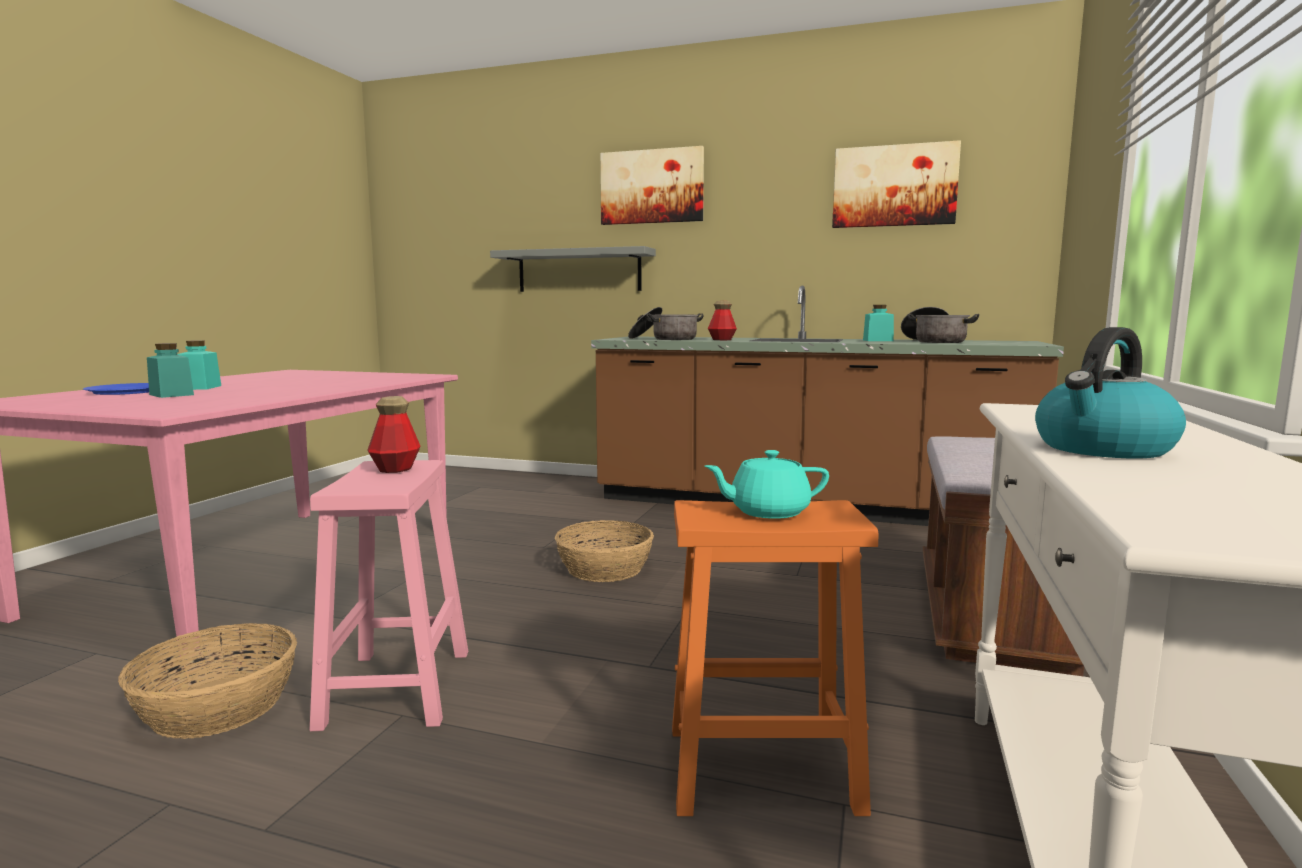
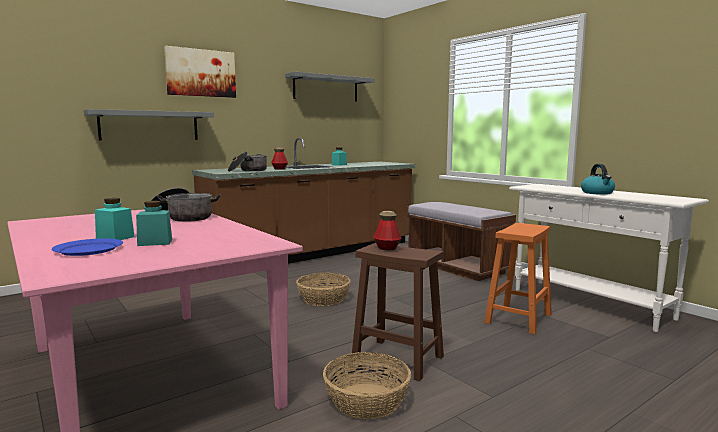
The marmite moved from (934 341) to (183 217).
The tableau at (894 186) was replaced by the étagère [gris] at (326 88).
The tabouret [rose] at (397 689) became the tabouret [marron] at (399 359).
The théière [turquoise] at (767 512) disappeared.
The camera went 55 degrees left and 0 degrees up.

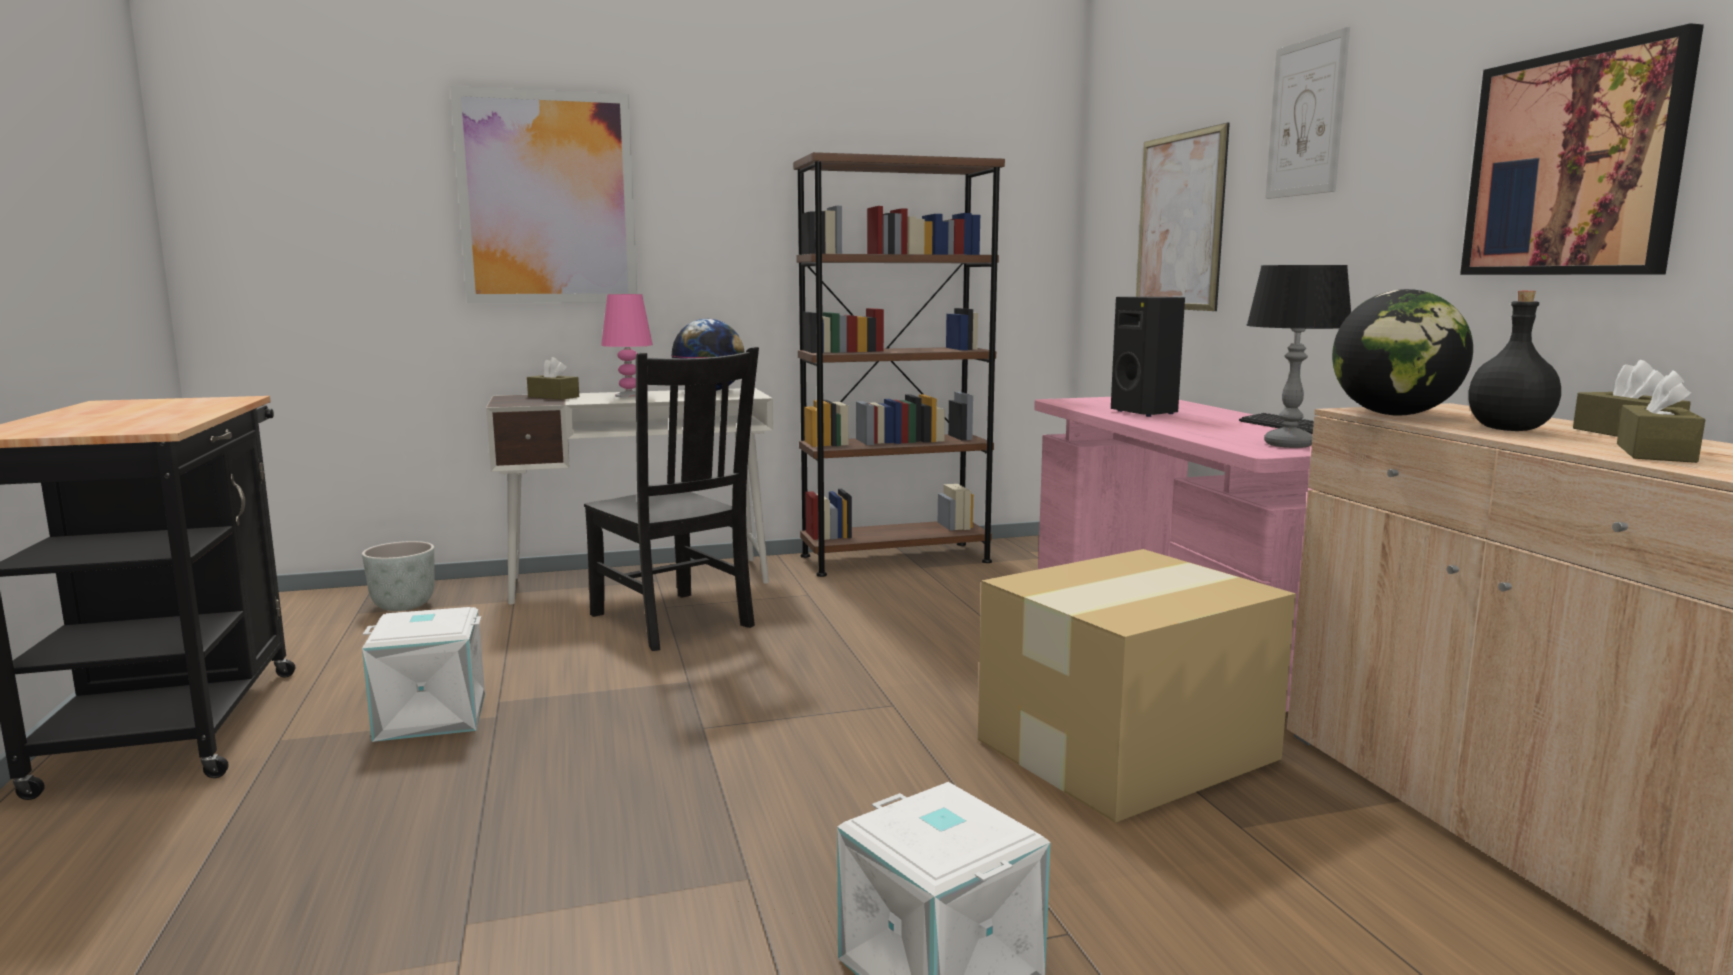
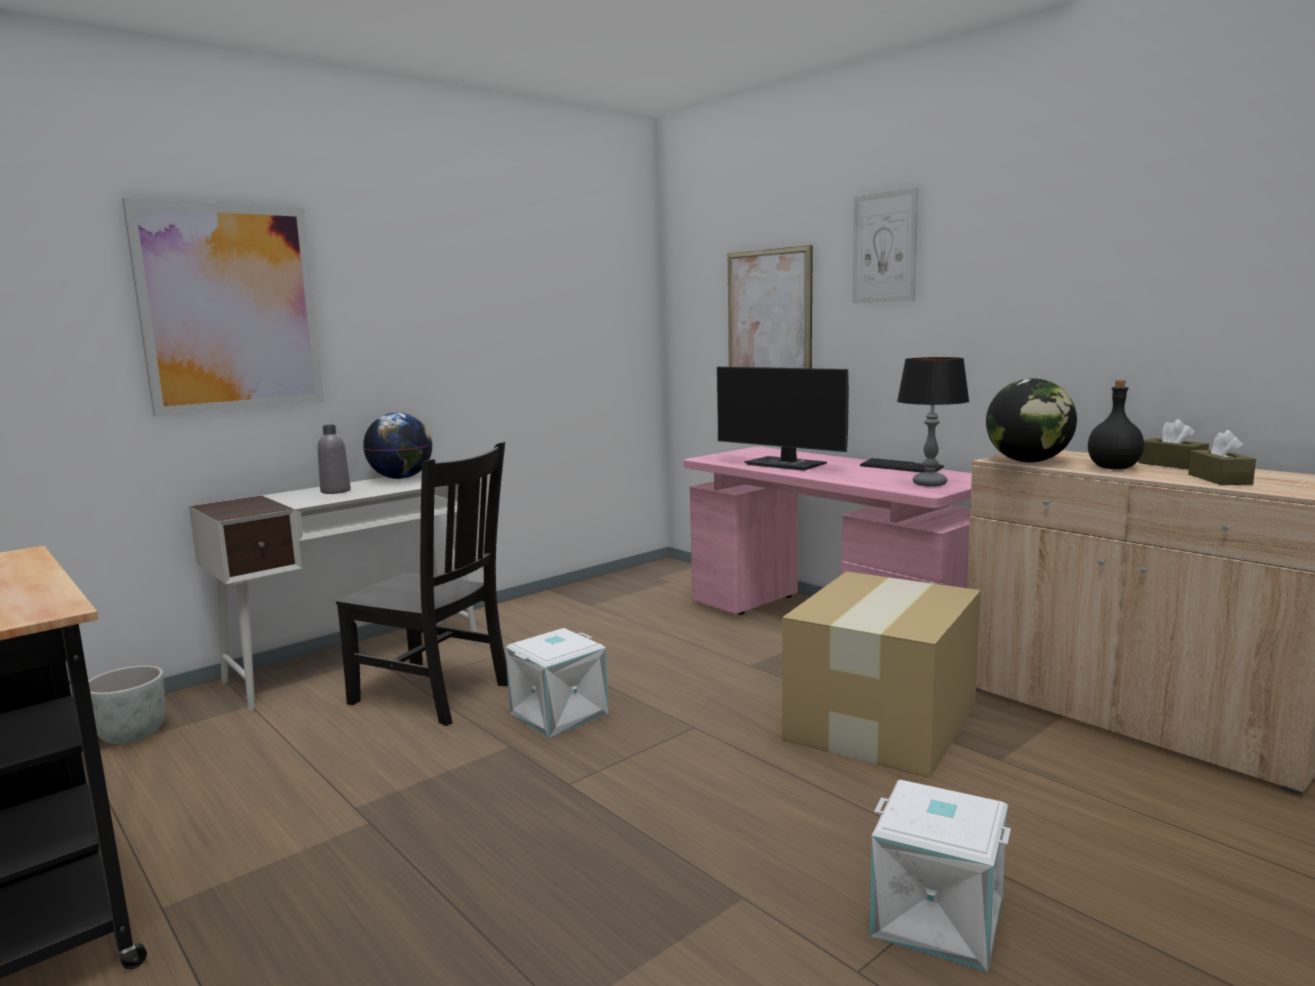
The lampe de table [rose] at (629 395) was replaced by the bouteille [gris] at (335 491).
The boîte de rangement [blanc] moved from (430 717) to (559 715).
The enceinte [noir] at (1146 413) was replaced by the écran d'ordinateur at (787 464).
The boîte à mouchoirs [marron] at (553 397) disappeared.
The bibliothèque [marron] at (895 559) disappeared.
The tableau at (1573 164) disappeared.
The camera went 25 degrees left and 0 degrees up.

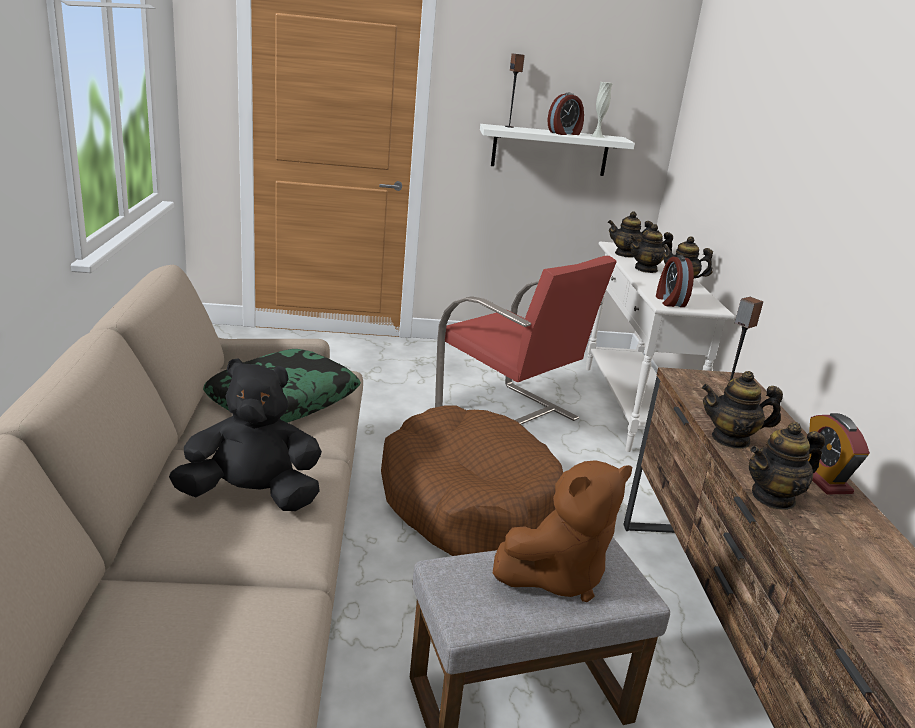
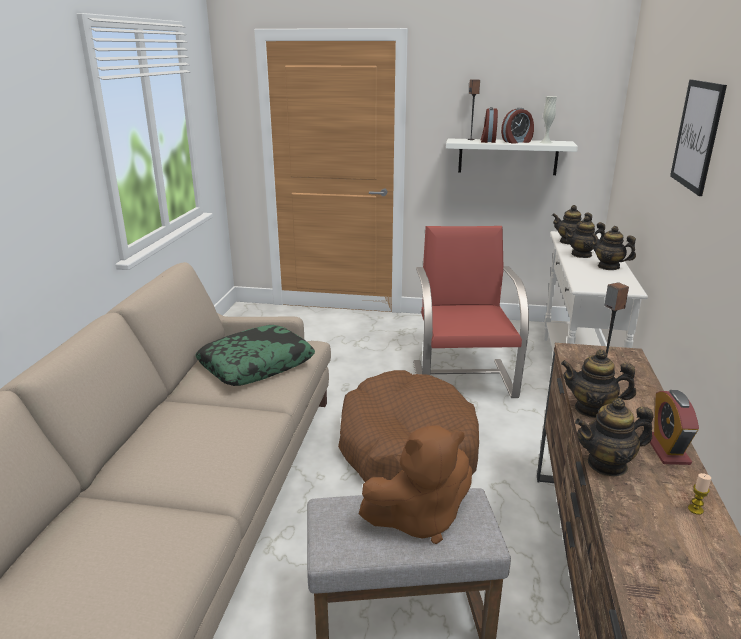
The fauteuil [rouge] at (508 416) turned 150 degrees counterclockwise.
The réveil moved from (669 301) to (487 141).
The tableau at (697 135) appeared.
The bougie at (695 509) appeared.
The peluche [noir] at (252 496) disappeared.
The camera went 15 degrees right and 0 degrees up.

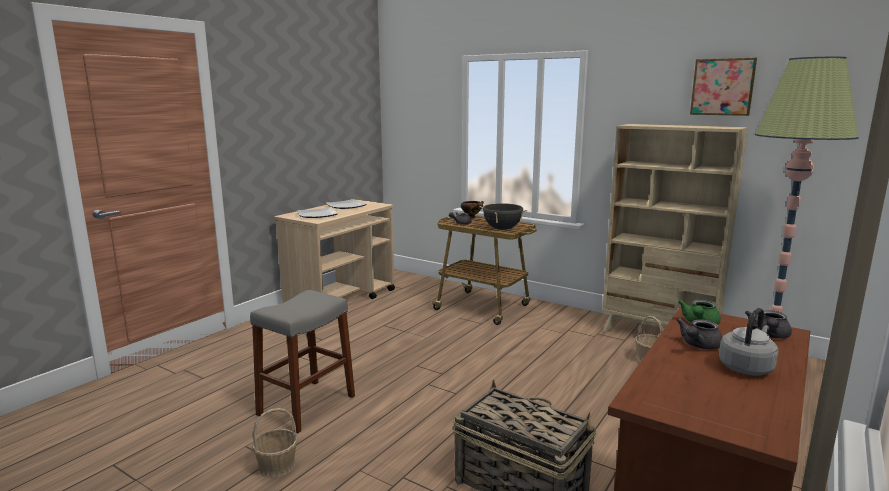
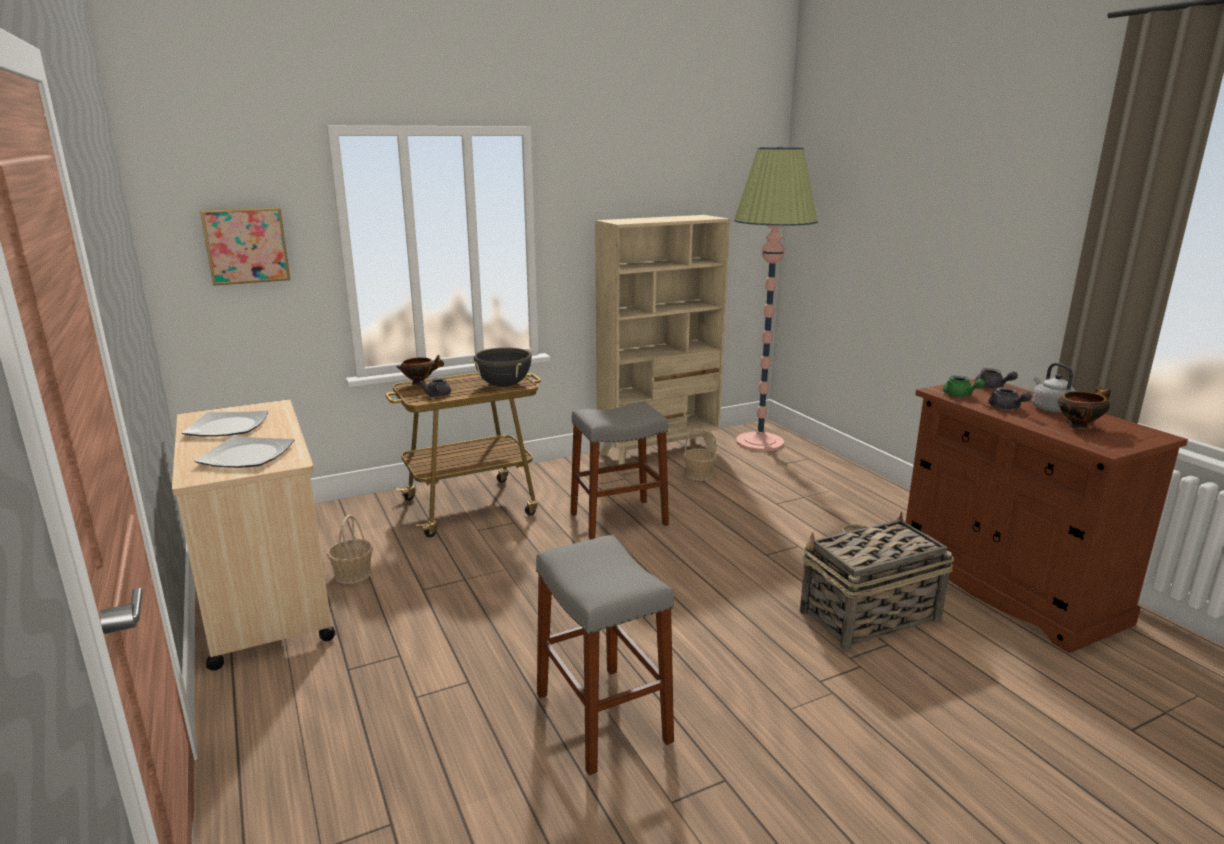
The tableau moved from (722 87) to (246 245).
The panier moved from (276 466) to (353 574).
The tabouret [gris] at (618 519) appeared.
The bol at (1079 426) appeared.
The camera went 60 degrees left and 5 degrees up.

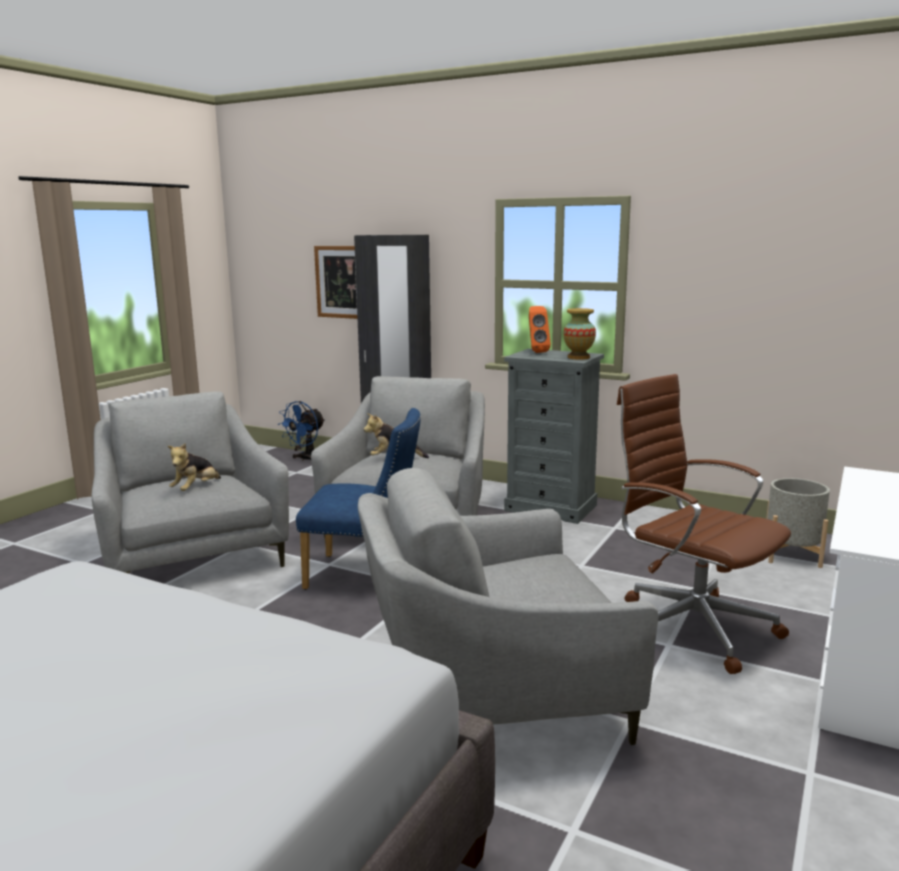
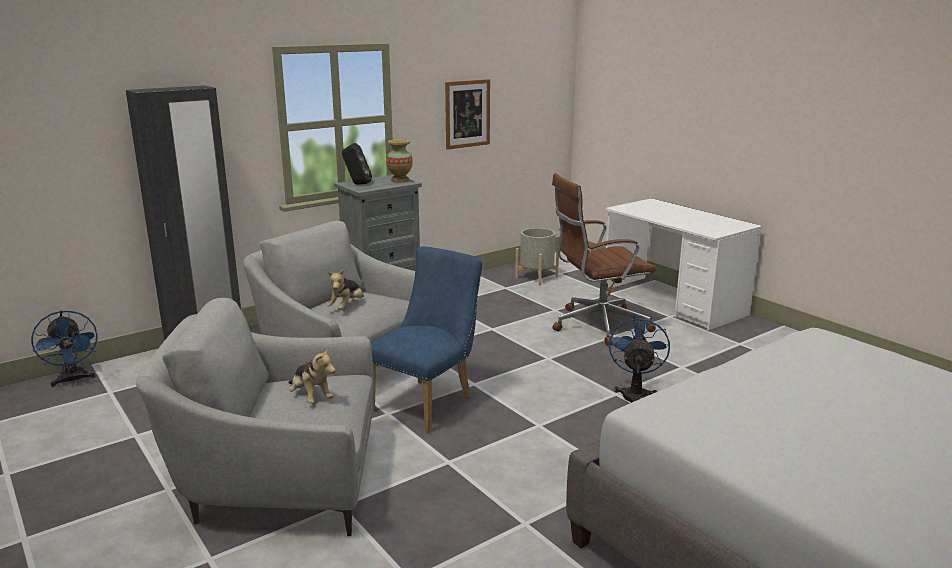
The enceinte [orange] at (536 352) became the enceinte [noir] at (357 184).
The tableau moved from (340 282) to (467 114).
The fauteuil [gris] at (493 693) was replaced by the ventilateur [bleu] at (635 394).
The camera went 65 degrees left and 5 degrees up.

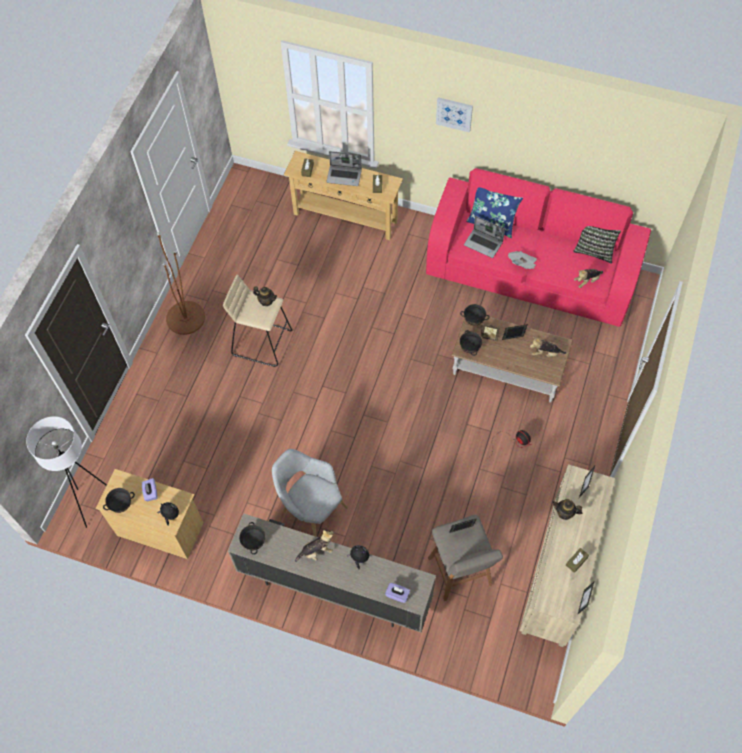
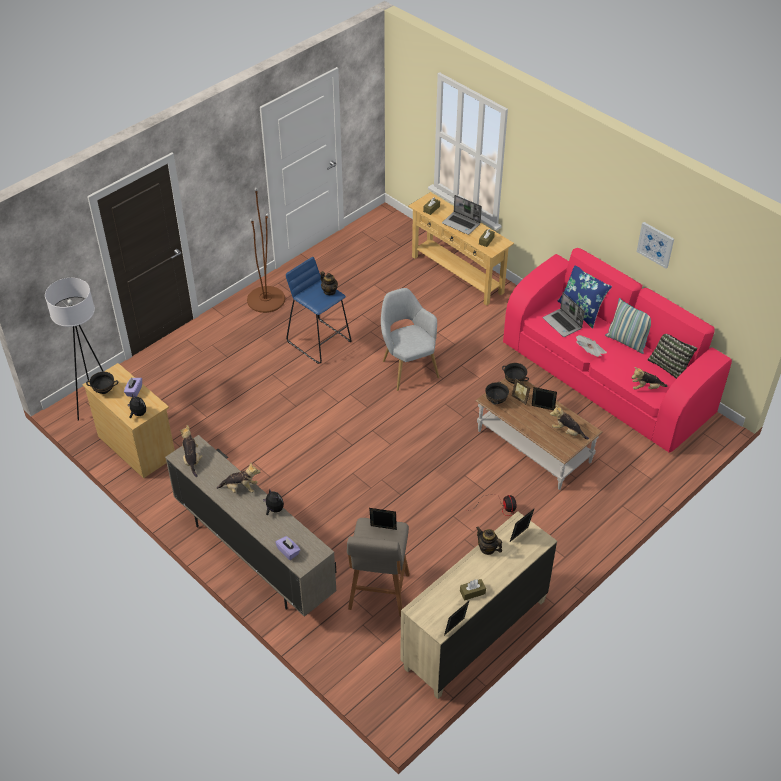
The bol [noir] at (254 542) was replaced by the peluche at (192 459).
The tabouret [beige] at (262 342) became the tabouret [bleu] at (319 341).
The fauteuil [gris] moved from (311 509) to (407 367).
The coussin at (626 342) appeared.
The tableau moved from (454 114) to (655 244).
The camera went 25 degrees right and 15 degrees down.

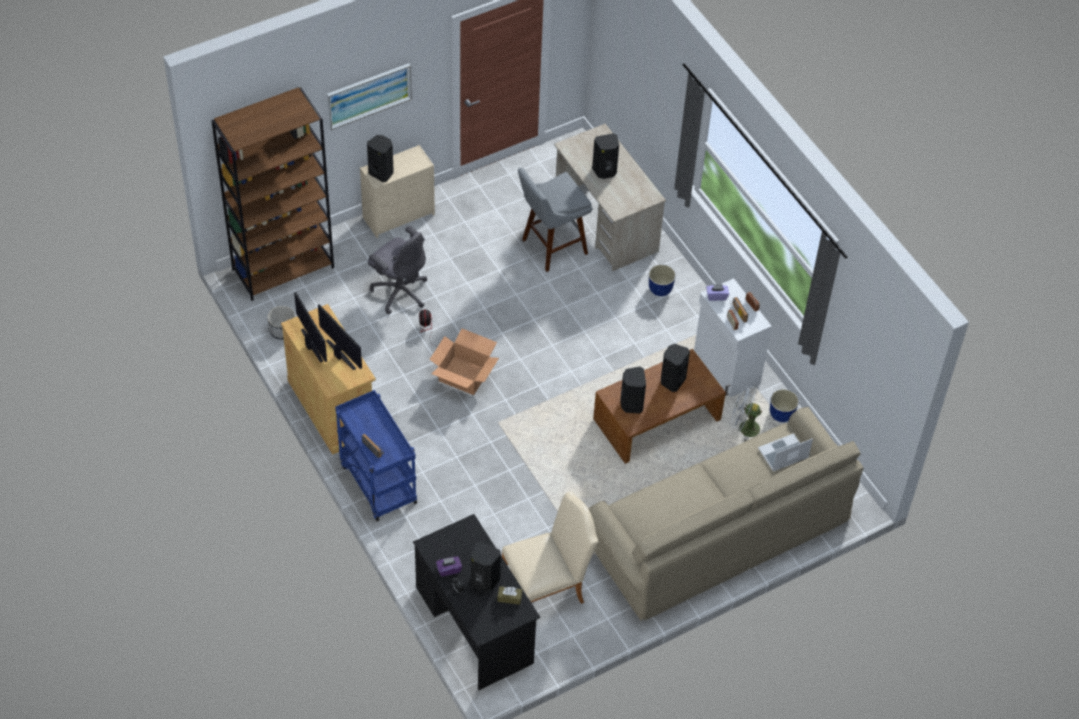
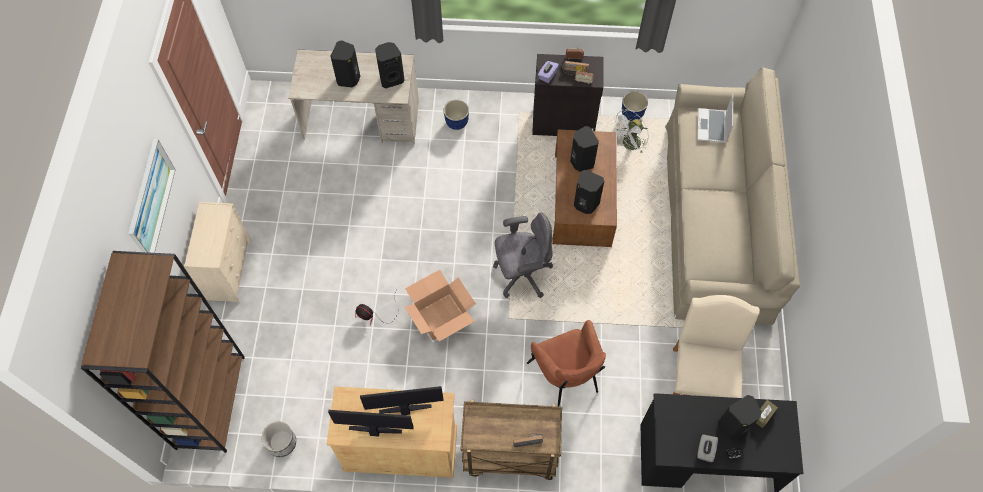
The enceinte [noir] moved from (381 173) to (391 79).
The chariot [bleu] at (377 483) became the chariot [marron] at (509 455).
The chaise de bureau [gris] moved from (399 291) to (522 274).
The fauteuil [marron] at (566 375) appeared.
The meuble de rangement [blanc] at (726 368) became the meuble de rangement [noir] at (564 124).
The boîte à mouchoirs [violet] at (449 569) became the boîte à mouchoirs [gris] at (705 450).
The tabouret [gris] at (551 248) disappeared.
The camera went 55 degrees left and 10 degrees up.

